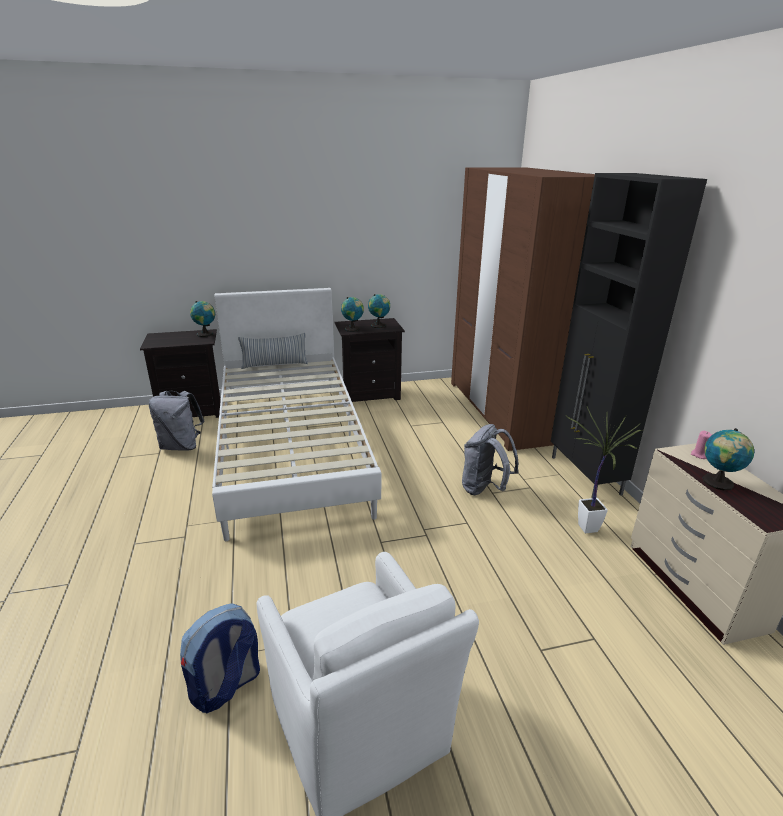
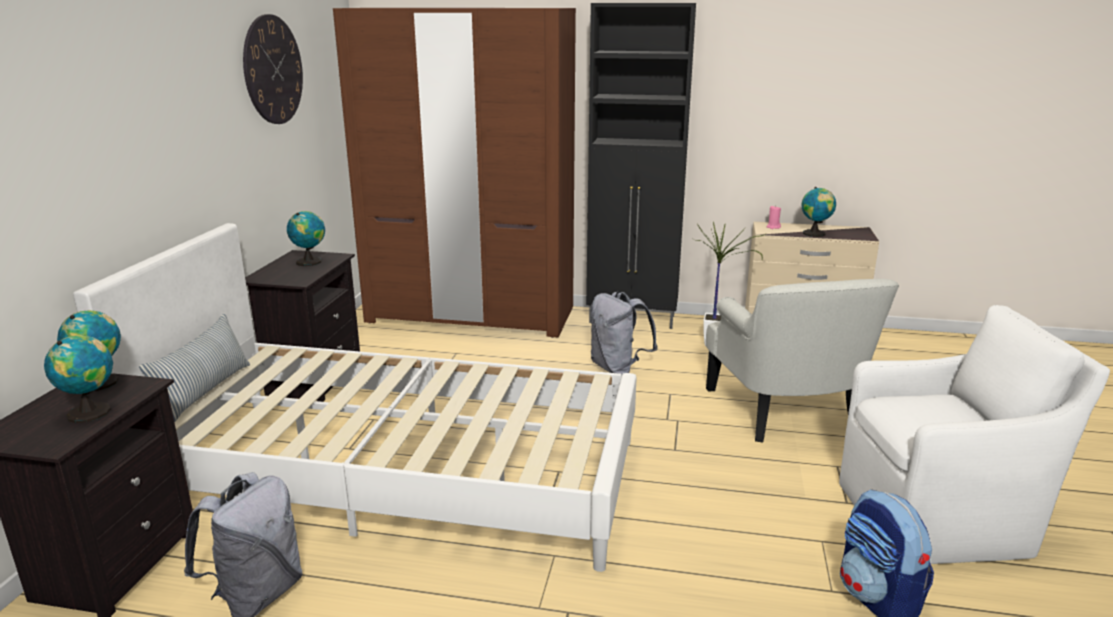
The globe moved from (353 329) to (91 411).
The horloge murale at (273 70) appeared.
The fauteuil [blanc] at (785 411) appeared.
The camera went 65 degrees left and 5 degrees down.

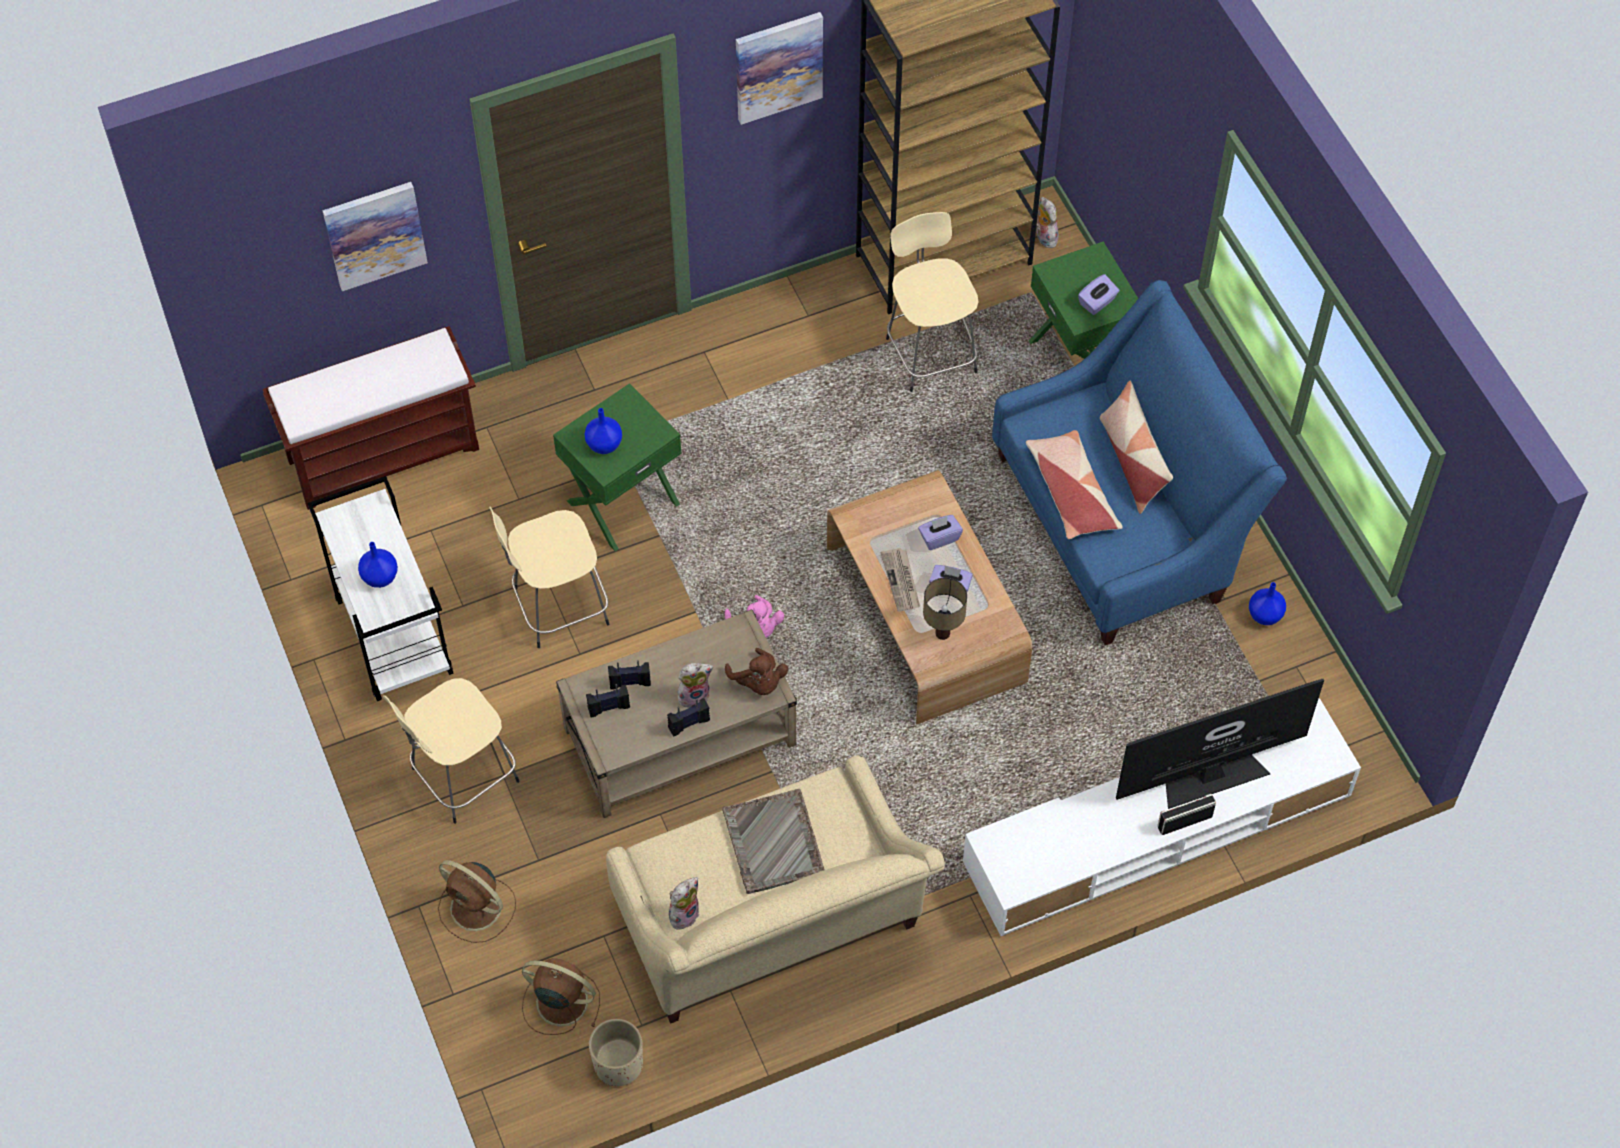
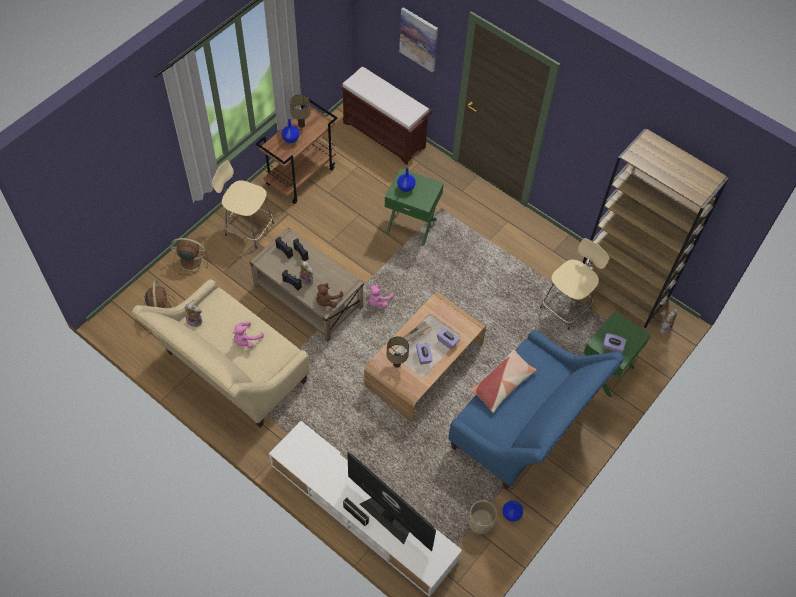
The ventilateur [marron] at (477 909) turned 90 degrees clockwise.
The plateau [gris] at (773 844) was replaced by the peluche [rose] at (246 340).
The chariot [blanc] at (392 635) became the chariot [marron] at (301 176).
The lampe de table at (301 125) appeared.
The cache-pot [beige] moved from (618 1064) to (480 522).
The tabouret [beige] at (557 607) disappeared.
The tableau at (778 66) disappeared.
The coussin at (1132 461) disappeared.
The camera went 60 degrees right and 0 degrees up.

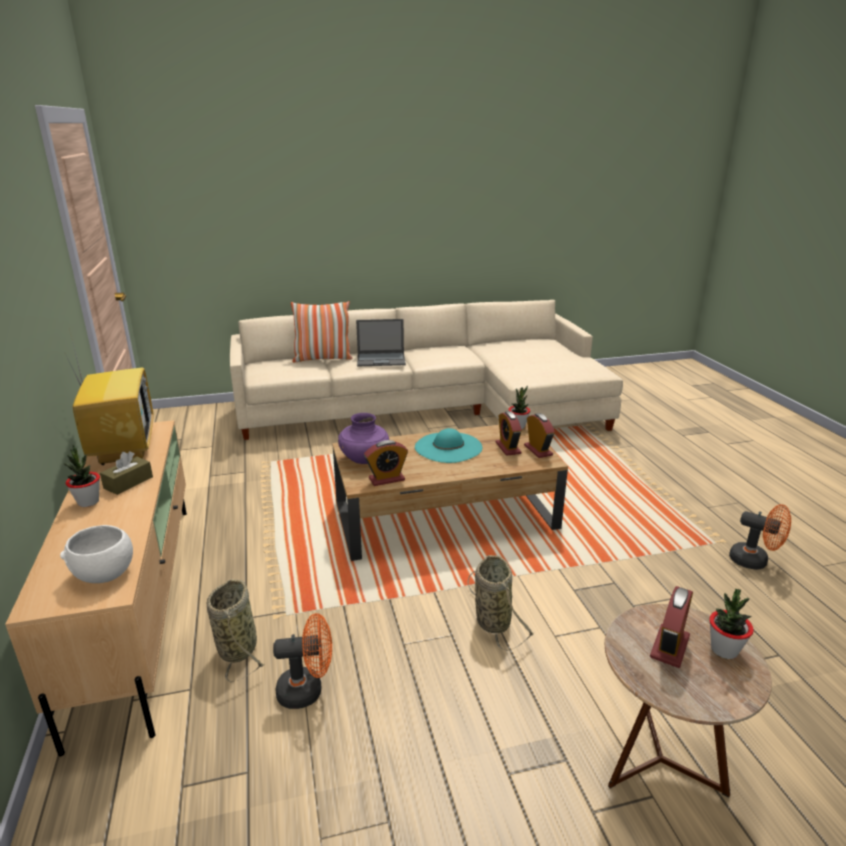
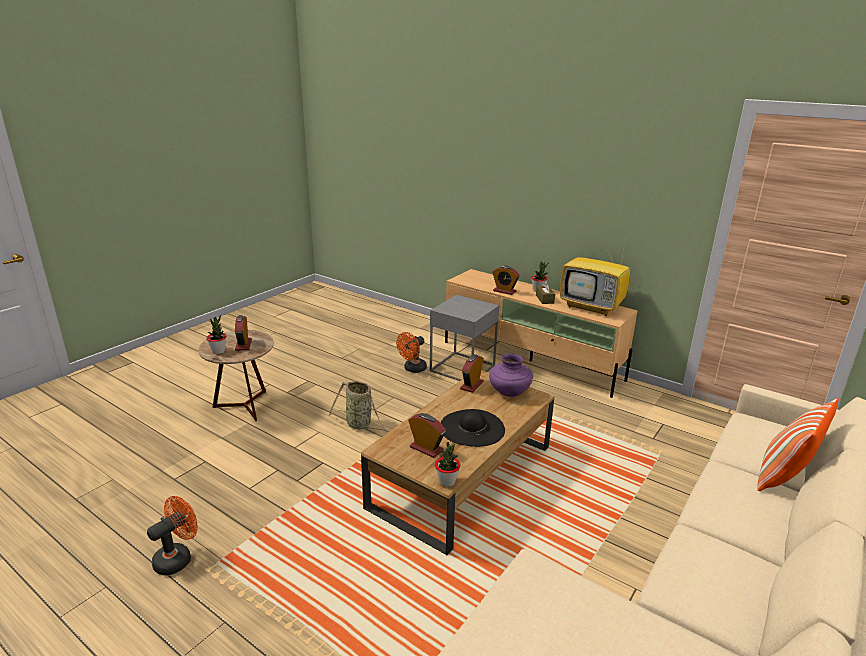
The ventilateur [orange] at (754 561) turned 135 degrees clockwise.
The panier at (238 646) was replaced by the table d'appoint [gris] at (462 368).
The chapeau [turquoise] at (448 447) became the chapeau [noir] at (472 428).
The réveil moved from (538 450) to (504 291).
The bol [blanc] at (103 573) disappeared.
The ordinateur portable at (381 359) disappeared.
The camera went 140 degrees right and 0 degrees up.

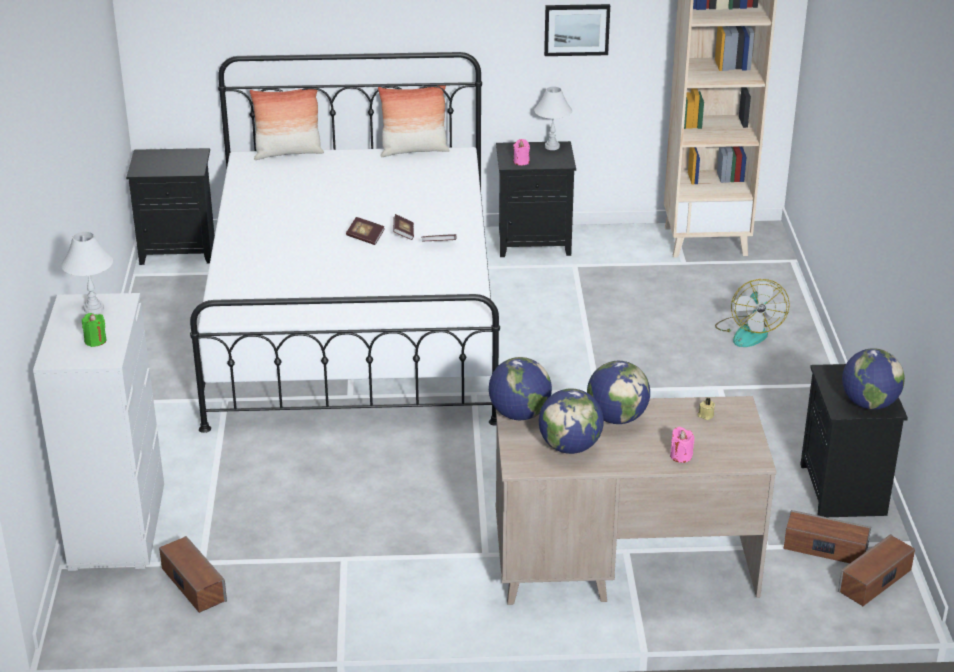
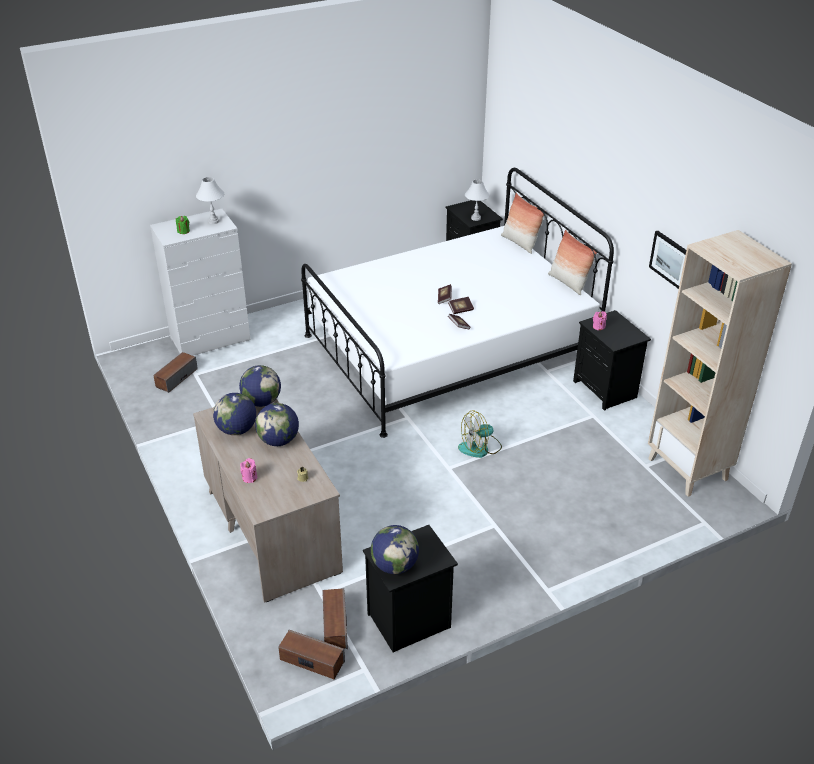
The ventilateur moved from (748 332) to (480 448).
The lampe de table [blanc] moved from (552 147) to (475 218).
The camera went 65 degrees right and 5 degrees up.

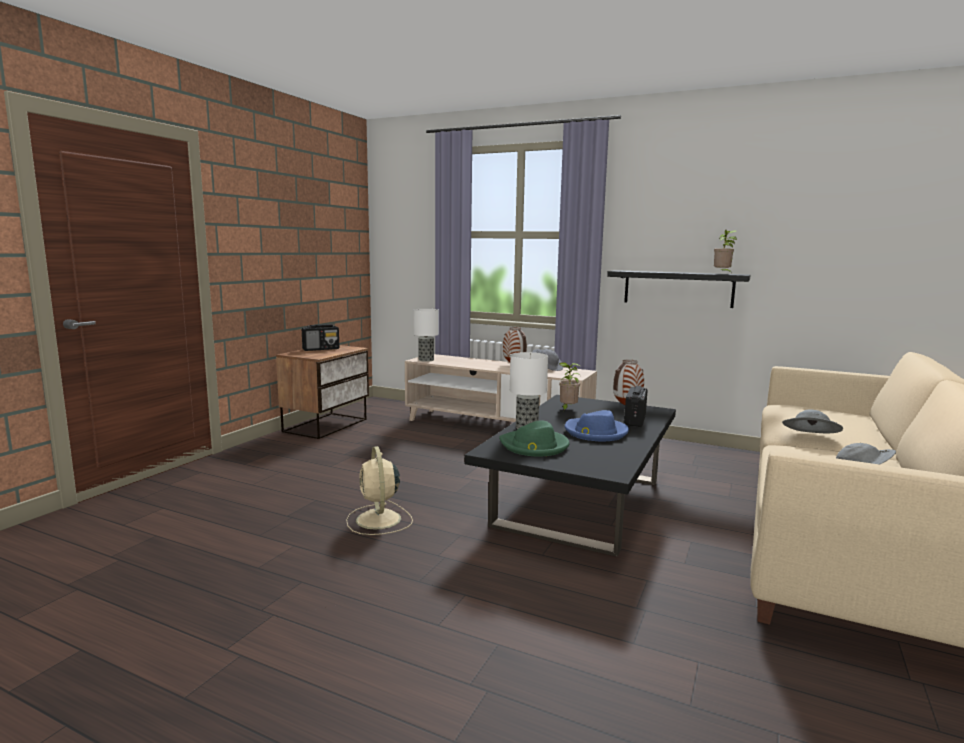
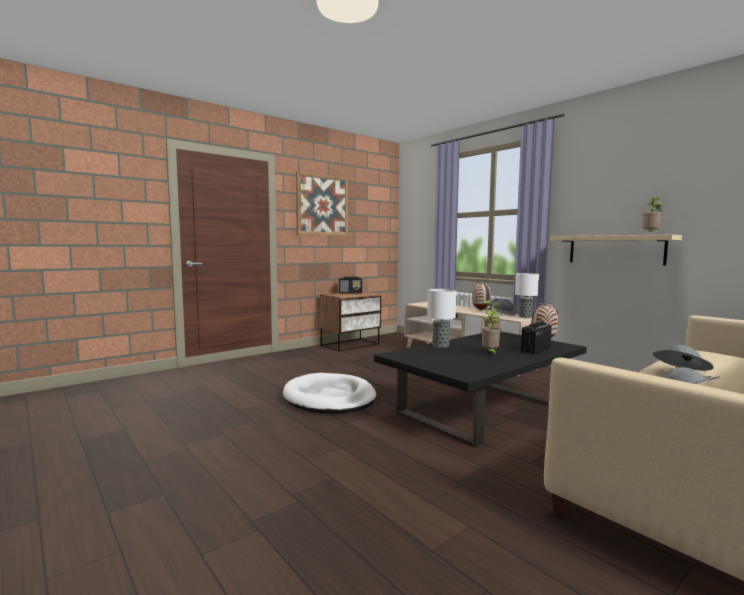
The ventilateur [beige] at (379 520) was replaced by the panier pour chien [blanc] at (329 398).
The tableau at (322 205) appeared.
The chapeau [bleu] at (595 432) was replaced by the plante en pot at (490 353).
The lampe de table moved from (426 360) to (525 317).
The étagère [noir] at (678 288) became the étagère [beige] at (615 250).
The chapeau [vert] at (534 446) disappeared.
The camera went 25 degrees right and 5 degrees down.

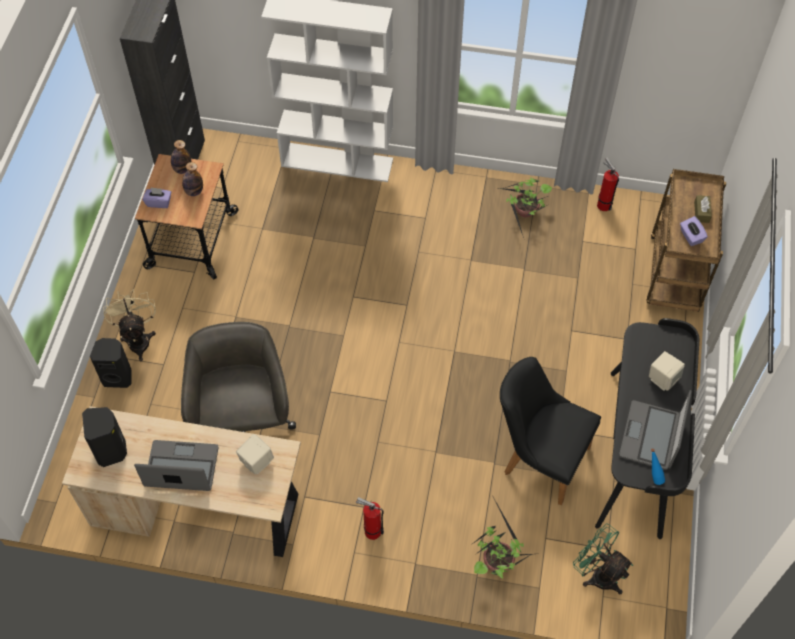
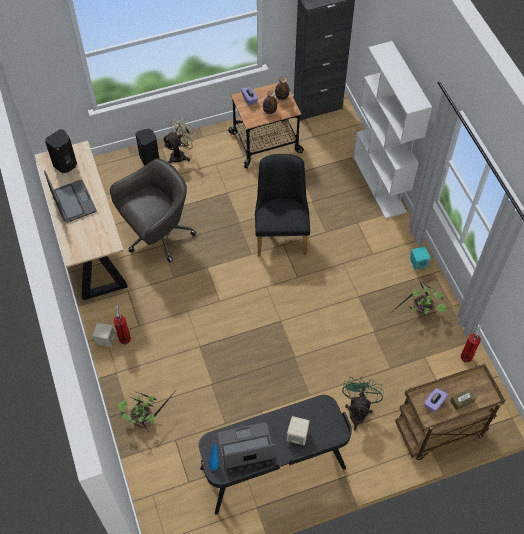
The enceinte [beige] moved from (256 462) to (105 339).
The chaise [noir] moved from (539 457) to (281 232).
The ventilateur [vert] moved from (598 574) to (358 411).
The enceinte [turquoise] at (418 263) appeared.
The camera went 60 degrees right and 0 degrees up.

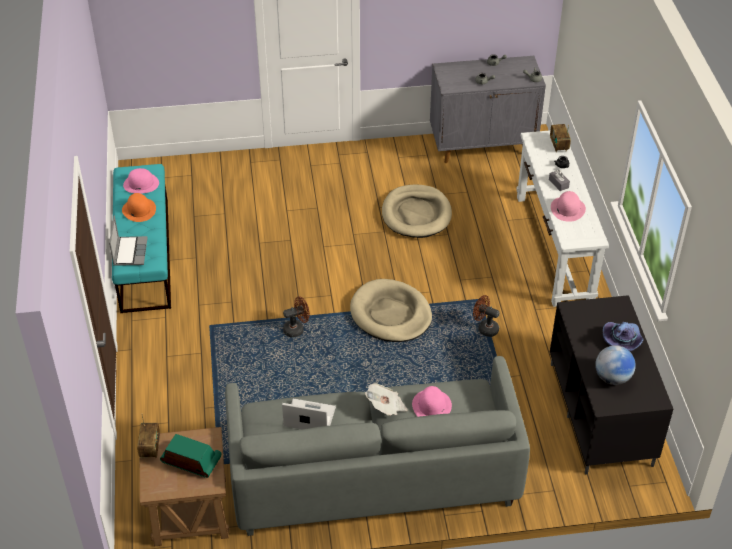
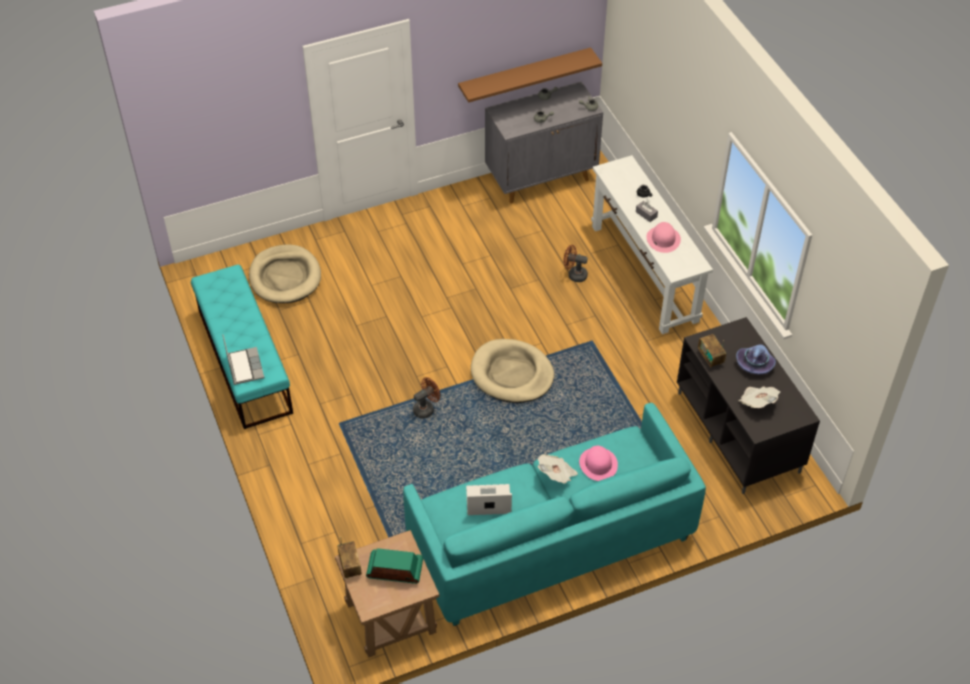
The panier pour chien [beige] moved from (416 214) to (285 277).
The canapé [gris] at (373 475) became the canapé [turquoise] at (550 539).
The étagère [marron] at (525 74) appeared.
The ventilateur [marron] moved from (485 328) to (574 275).
The radio moved from (559 145) to (710 357).
The globe at (612 377) was replaced by the journal at (757 402).
The chapeau [orange] at (139 209) disappeared.
The chapeau [rose] at (141 184) disappeared.
The camera went 15 degrees left and 5 degrees up.

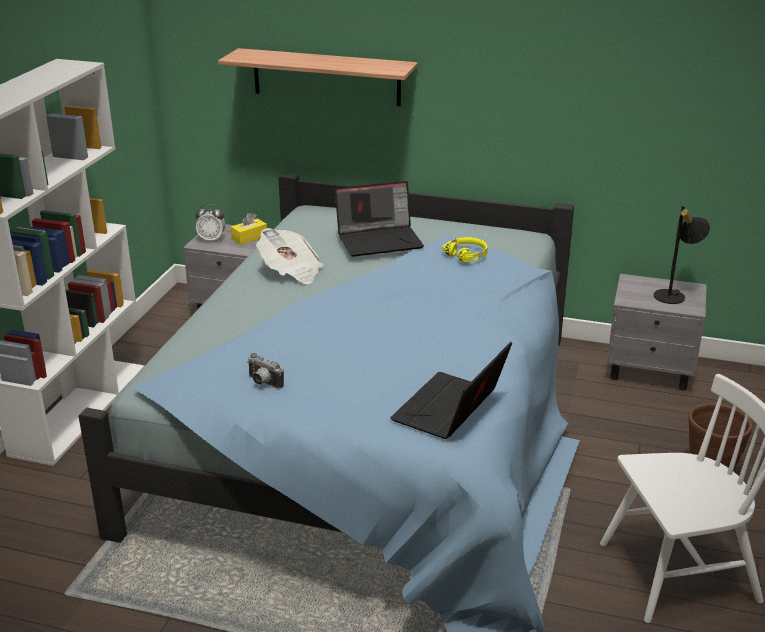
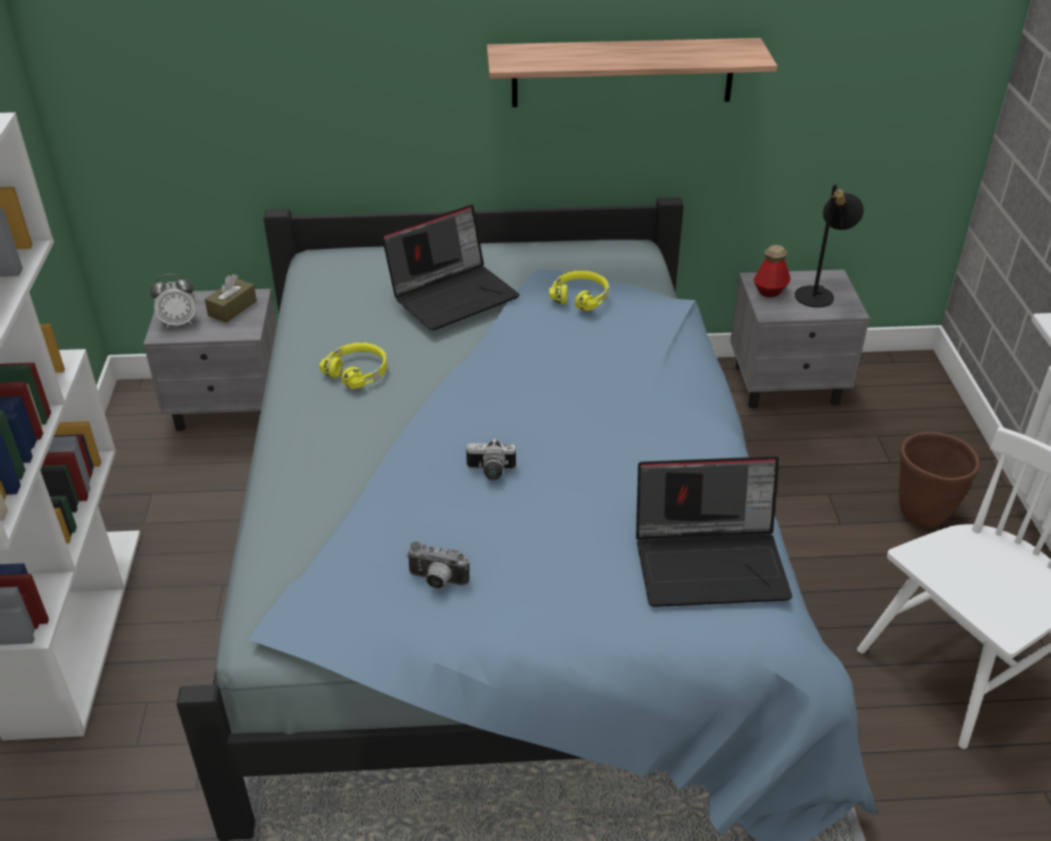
The boîte à mouchoirs [jaune] at (249 237) became the boîte à mouchoirs [marron] at (232 308).
The journal at (291 271) was replaced by the casque audio [jaune] at (358 371).
The appareil photo at (490 472) appeared.
The étagère moved from (326 77) to (622 72).
The ordinateur portable at (450 410) turned 105 degrees counterclockwise.
The bouteille at (770 291) appeared.
The camera went 20 degrees left and 10 degrees up.

